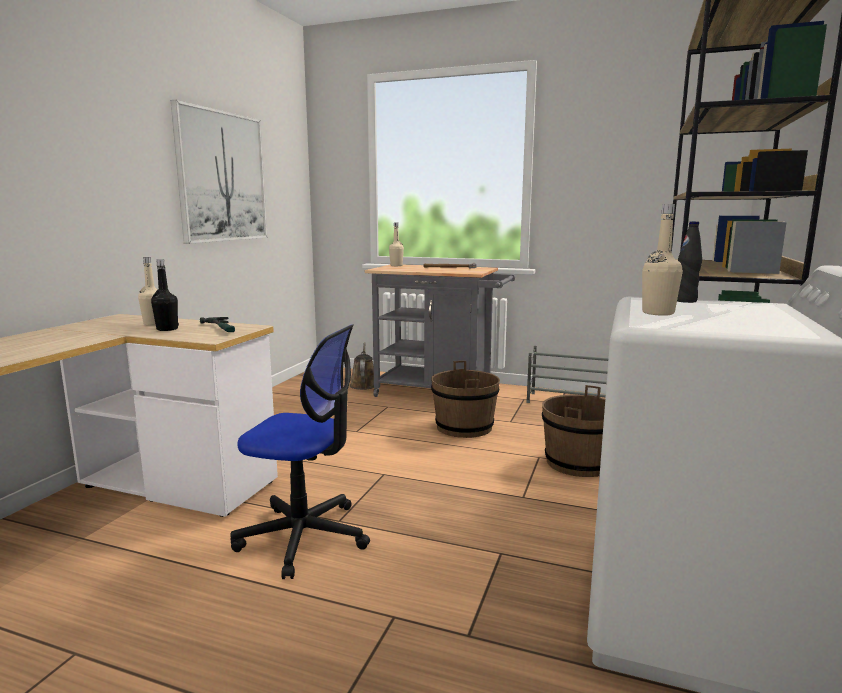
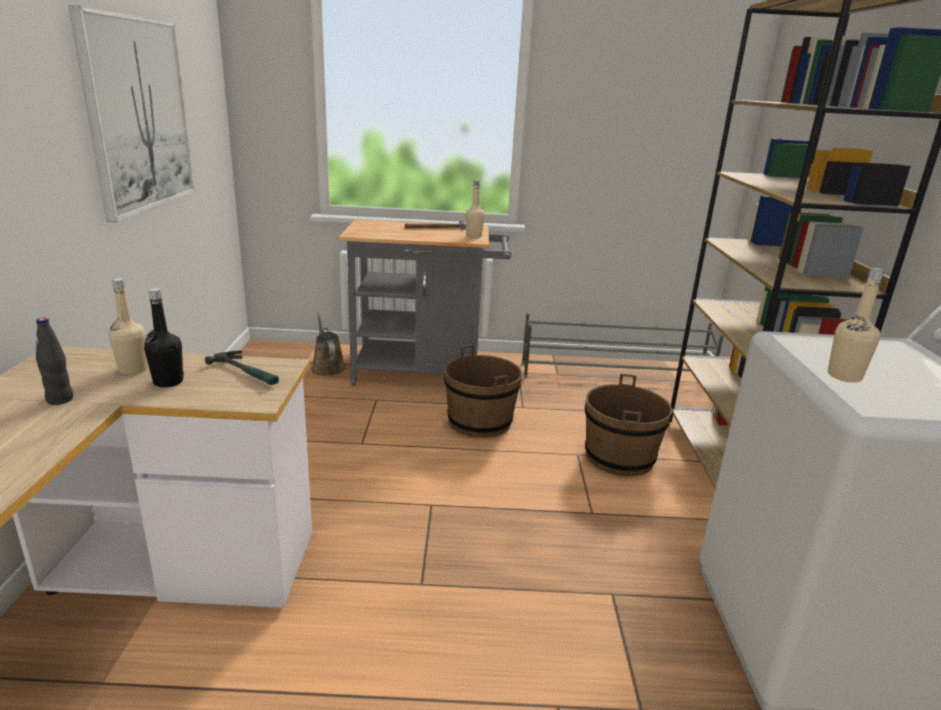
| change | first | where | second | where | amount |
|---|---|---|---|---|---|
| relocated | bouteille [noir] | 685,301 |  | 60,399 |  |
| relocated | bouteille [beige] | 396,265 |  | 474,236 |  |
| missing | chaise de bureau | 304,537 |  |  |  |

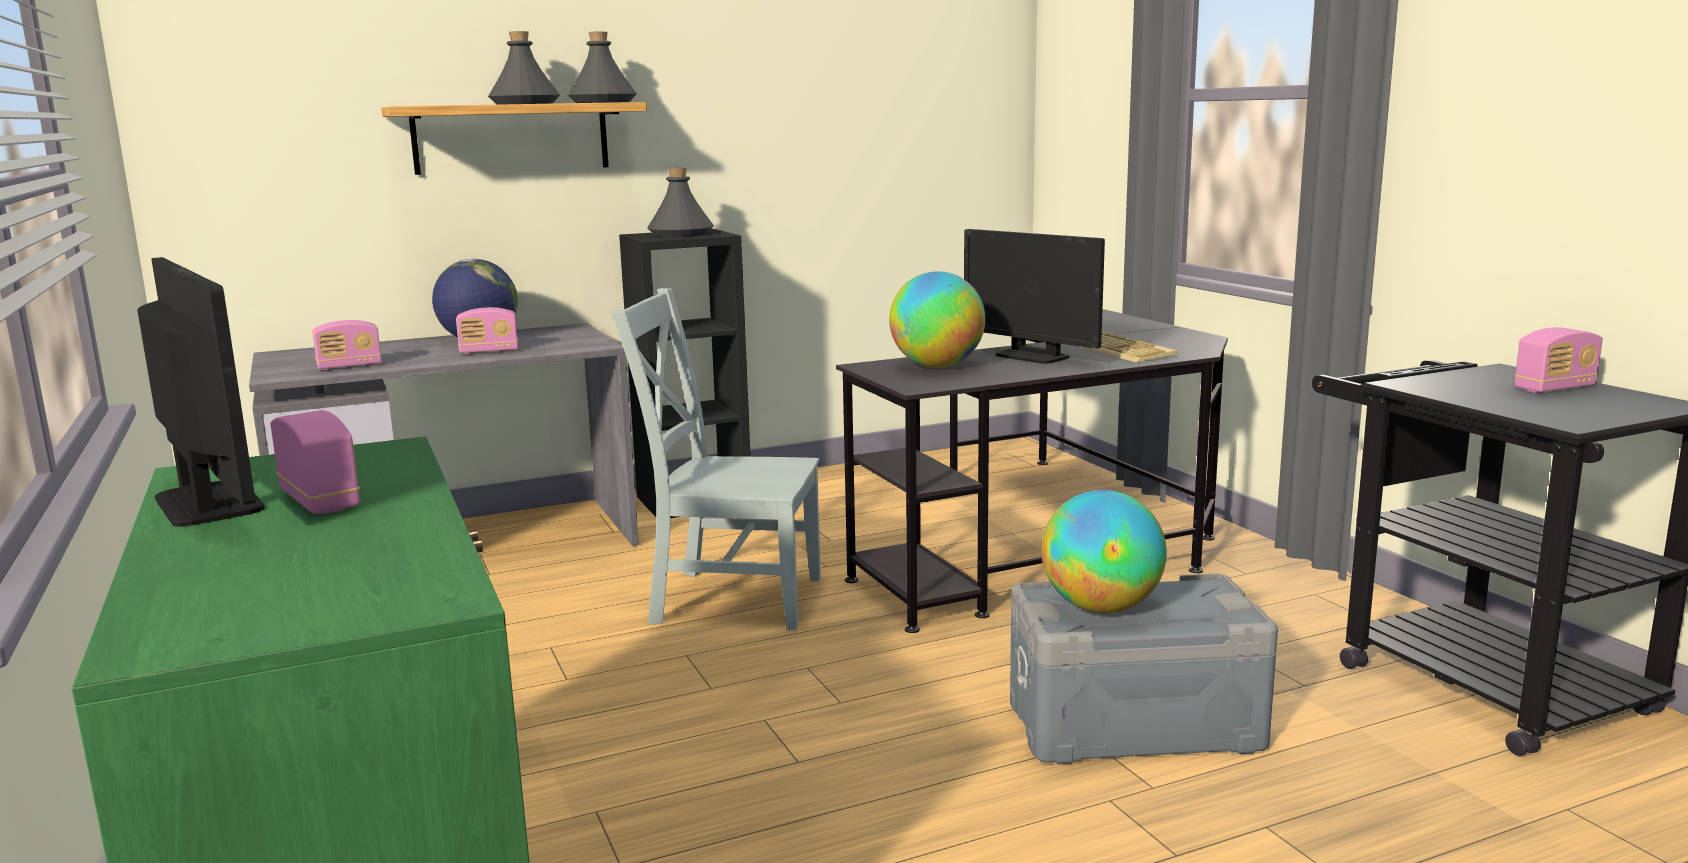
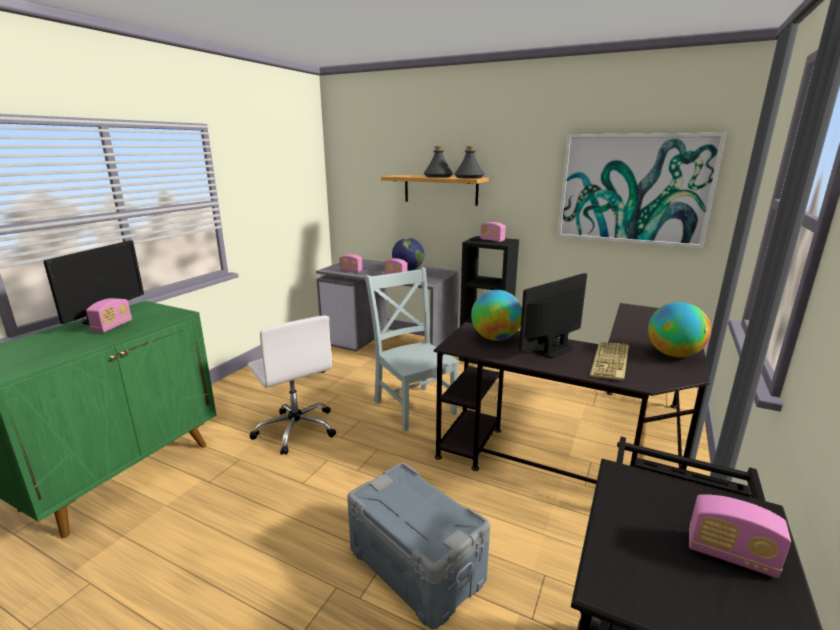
| change | first | where | second | where | amount |
|---|---|---|---|---|---|
| appeared |  |  | chaise de bureau [blanc] | 296,429 |  |
| exchanged | bouteille [gris] | 681,234 | radio | 492,240 |  |
| spun | écran d'ordinateur | 1032,356 |  | 552,349 | 45 degrees clockwise |
| appeared |  |  | tableau | 633,189 |  |
| relocated | globe | 1101,608 |  | 673,354 |  |

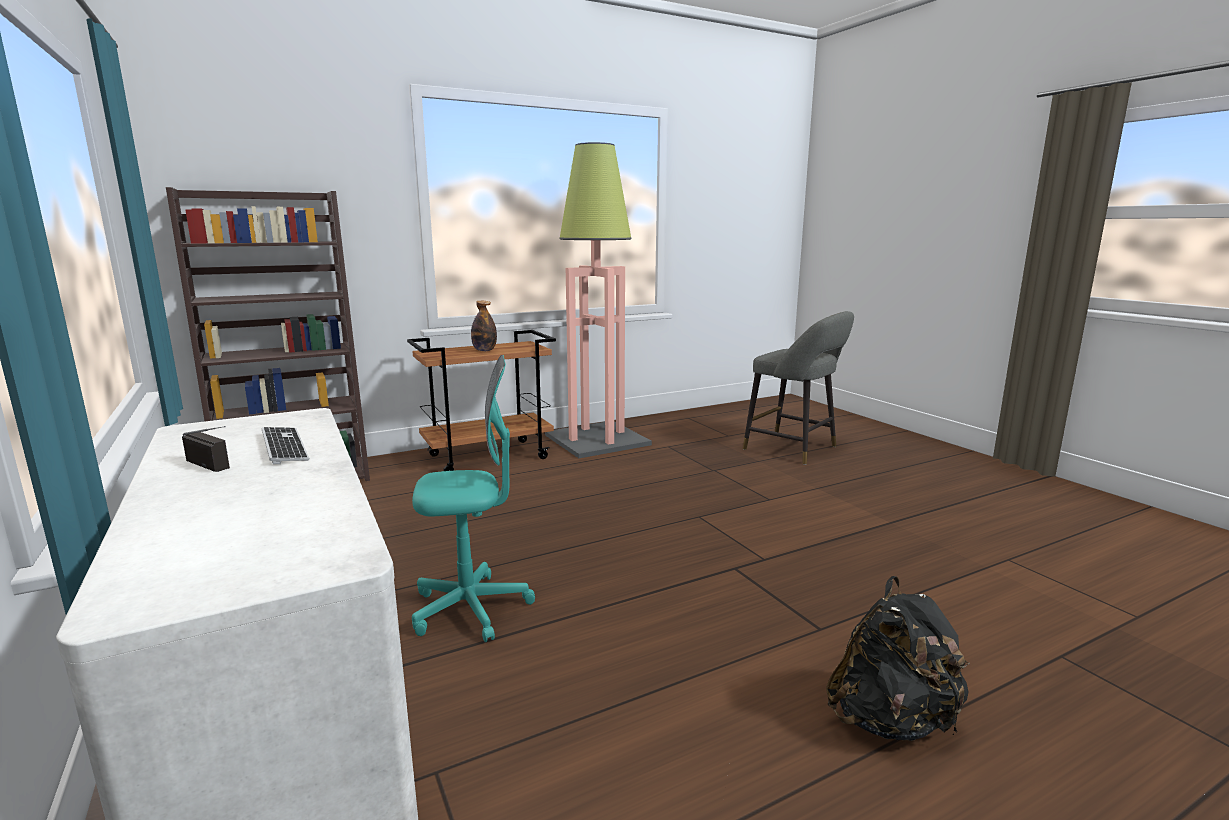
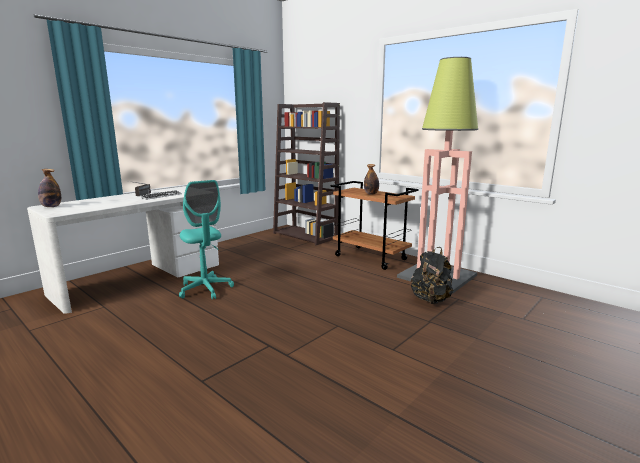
| change | first | where | second | where | amount |
|---|---|---|---|---|---|
| appeared |  |  | bouteille | 51,206 |  |
| relocated | sac à dos [noir] | 891,720 |  | 431,300 |  |
| missing | tabouret [gris] | 794,449 |  |  |  |

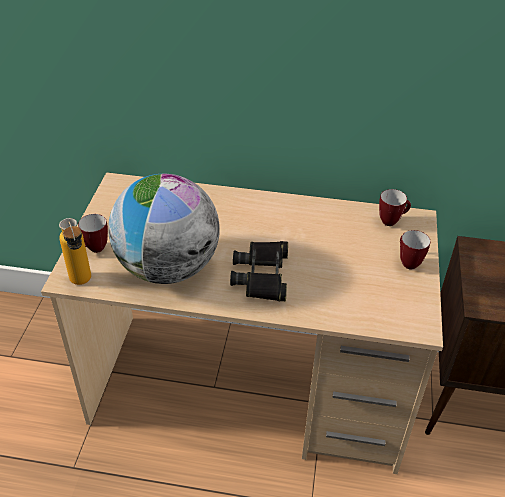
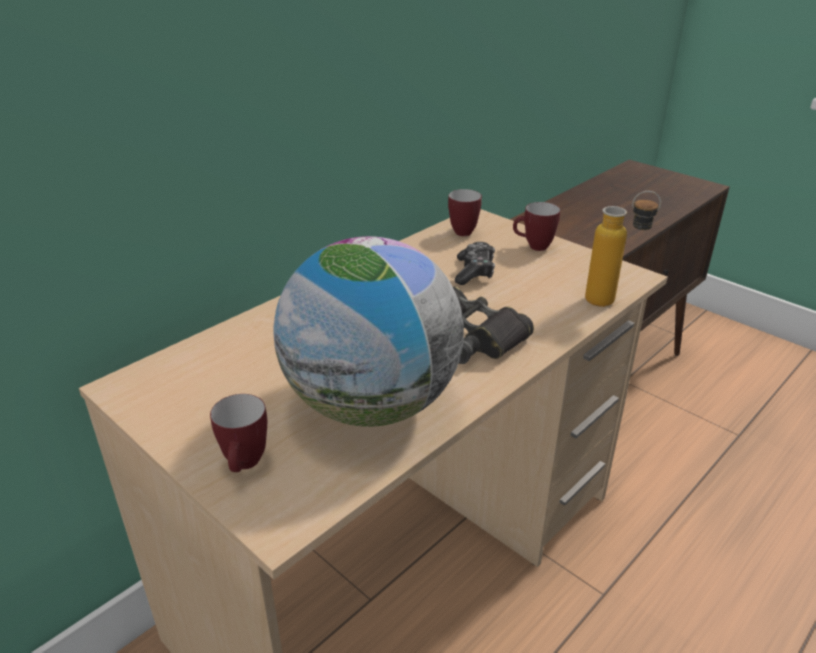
| change | first | where | second | where | amount |
|---|---|---|---|---|---|
| appeared |  |  | manette | 474,272 |  |
| relocated | bouteille | 82,284 |  | 612,301 |  |

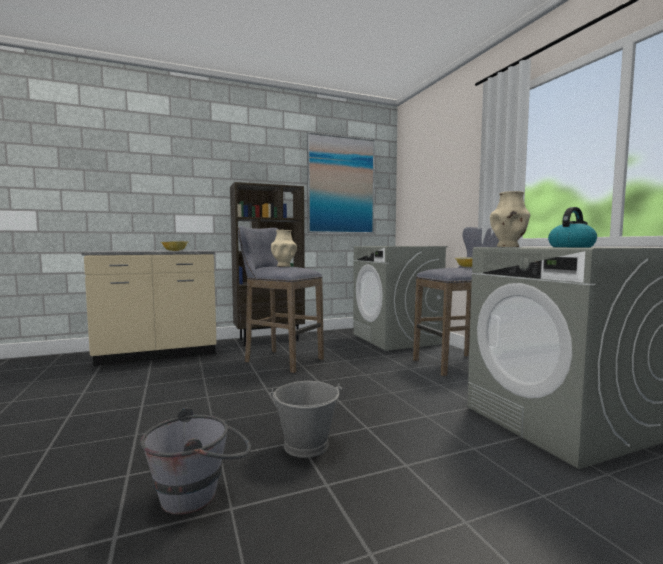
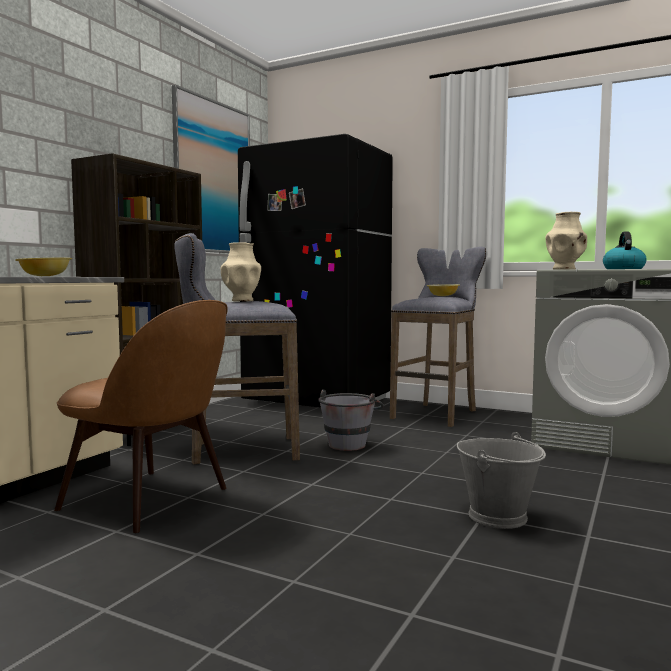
| change | first | where | second | where | amount |
|---|---|---|---|---|---|
| appeared |  |  | chaise [marron] | 150,500 |  |
| exchanged | lave-linge [gris] | 396,339 | réfrigérateur [noir] | 317,401 |  |
| relocated | seau [gris] | 201,492 |  | 349,443 |  |

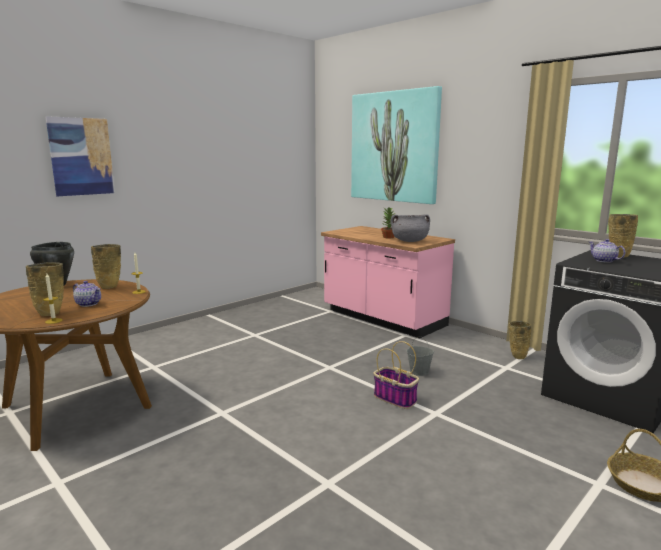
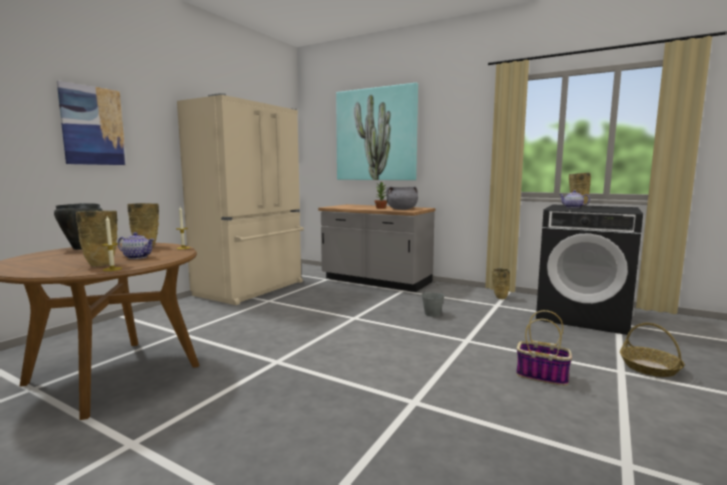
| change | first | where | second | where | amount |
|---|---|---|---|---|---|
| appeared |  |  | réfrigérateur [beige] | 252,289 |  |
| colour | comptoir de cuisine [rose] | 383,318 | comptoir de cuisine [gris] | 376,281 |  |
| relocated | panier | 396,399 |  | 542,376 |  |

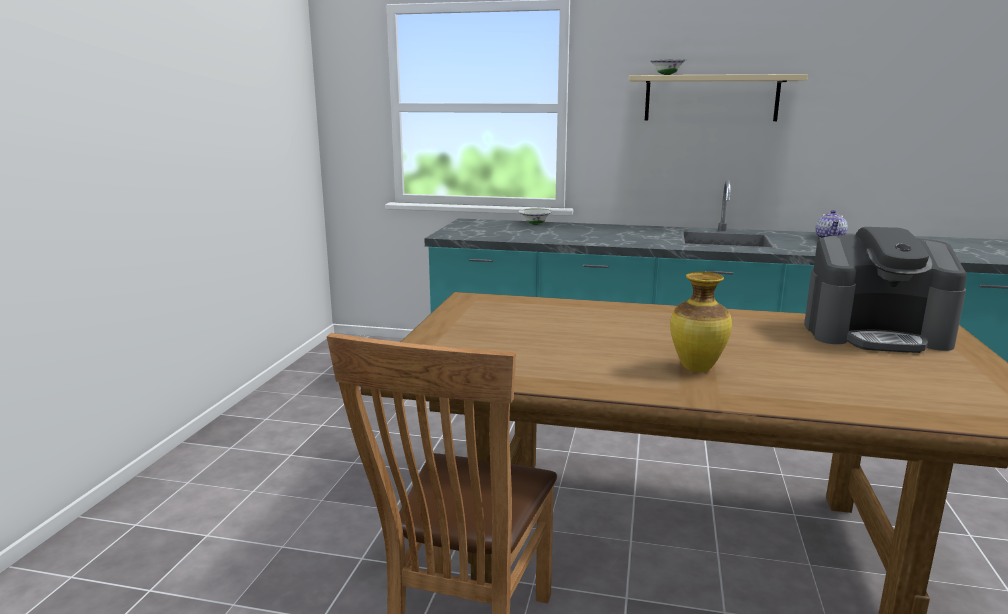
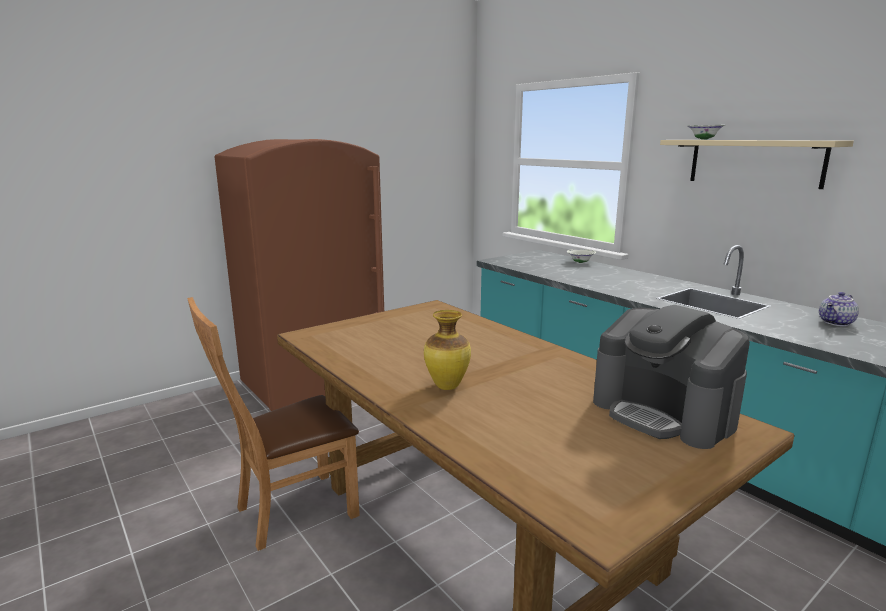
| change | first | where | second | where | amount |
|---|---|---|---|---|---|
| appeared |  |  | réfrigérateur [marron] | 315,382 |  |

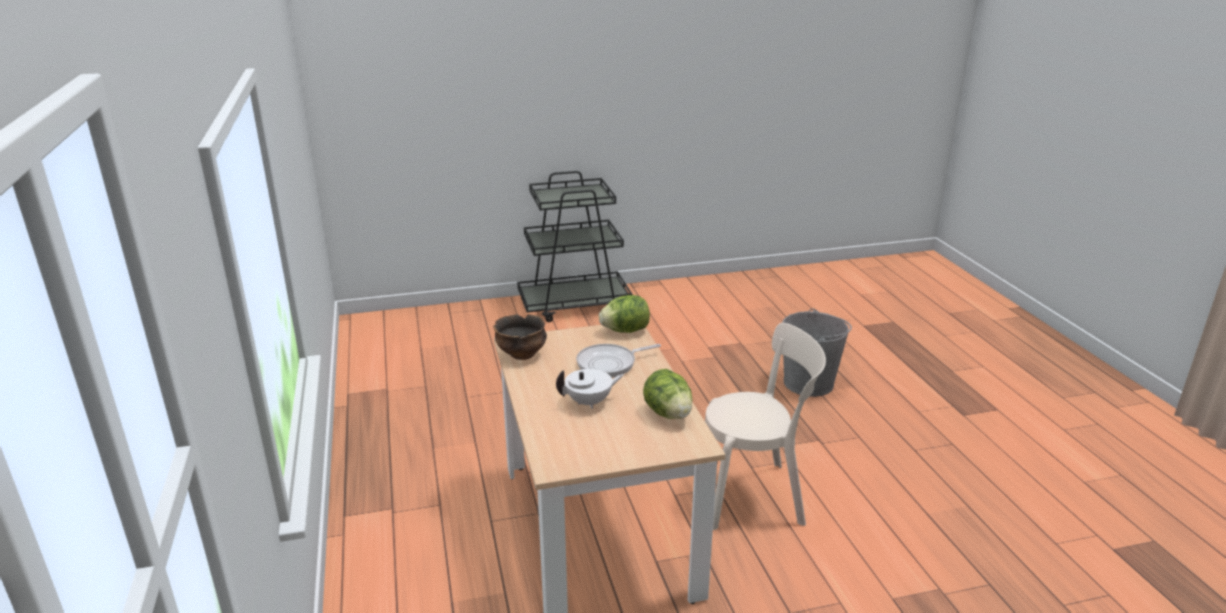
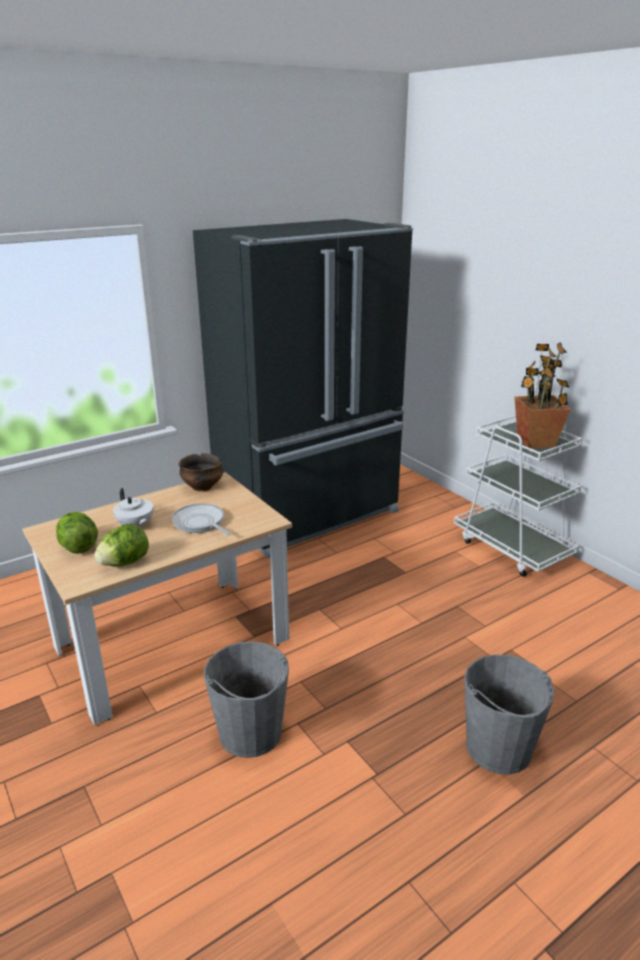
| change | first | where | second | where | amount |
|---|---|---|---|---|---|
| relocated | laitue | 625,331 |  | 78,547 |  |
| appeared |  |  | réfrigérateur [noir] | 310,514 |  |
| exchanged | chaise [beige] | 754,495 | seau [gris] | 250,733 |  |
| colour | chariot [noir] | 574,305 | chariot [blanc] | 512,548 |  |
| appeared |  |  | plante en pot | 535,442 |  |

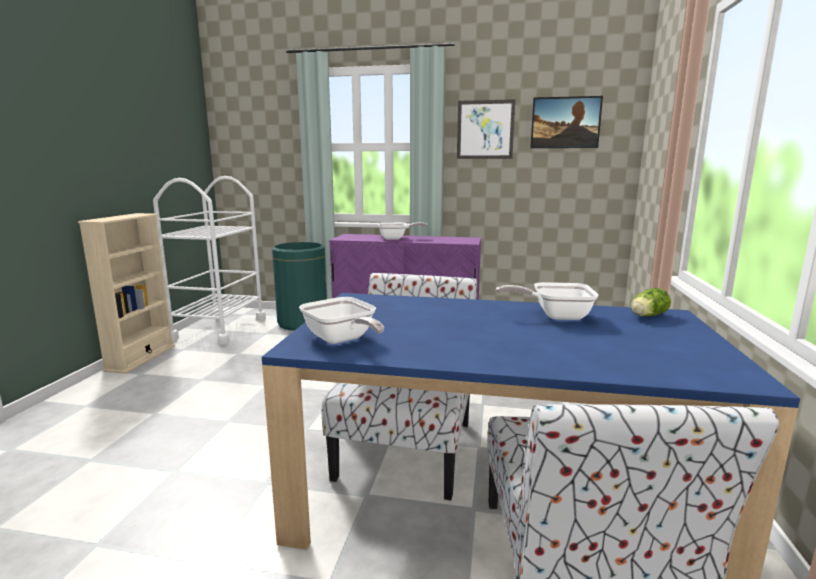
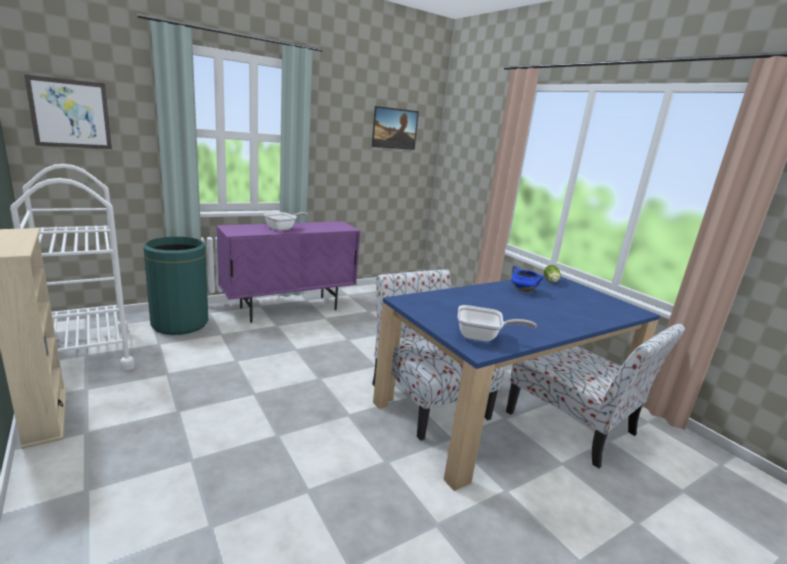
| change | first | where | second | where | amount |
|---|---|---|---|---|---|
| relocated | tableau | 485,129 |  | 70,114 |  |
| exchanged | poêle | 554,315 | marmite [bleu] | 522,290 |  |

